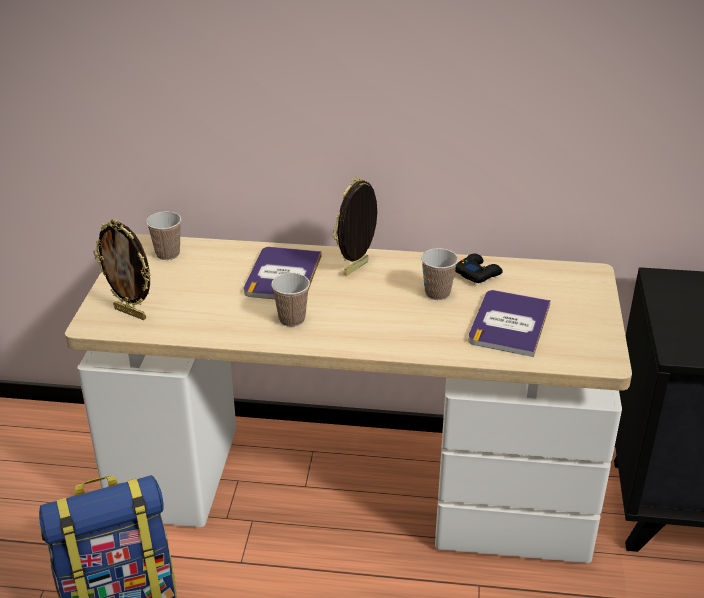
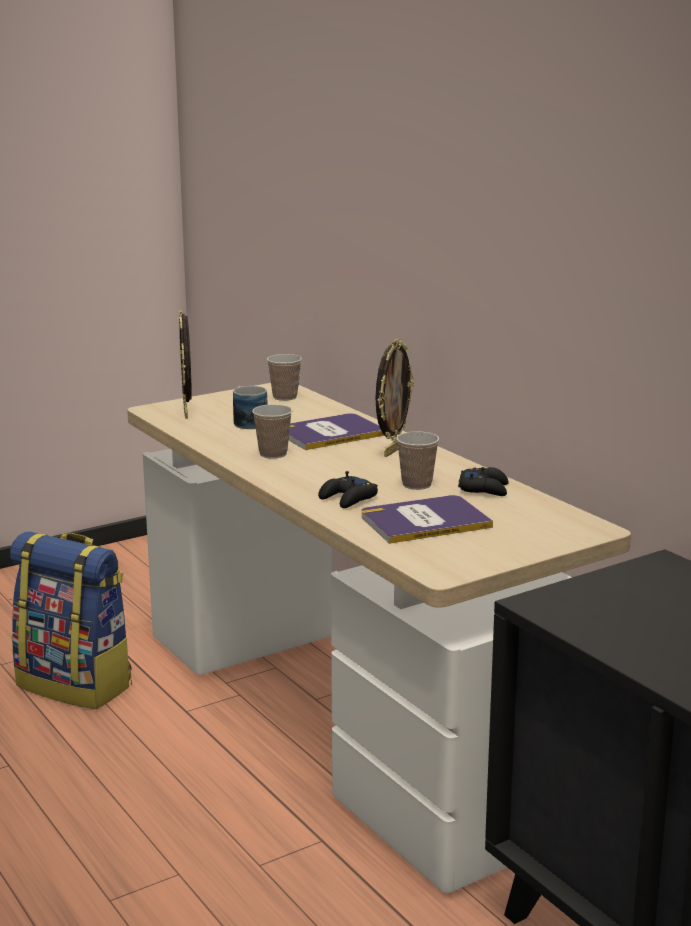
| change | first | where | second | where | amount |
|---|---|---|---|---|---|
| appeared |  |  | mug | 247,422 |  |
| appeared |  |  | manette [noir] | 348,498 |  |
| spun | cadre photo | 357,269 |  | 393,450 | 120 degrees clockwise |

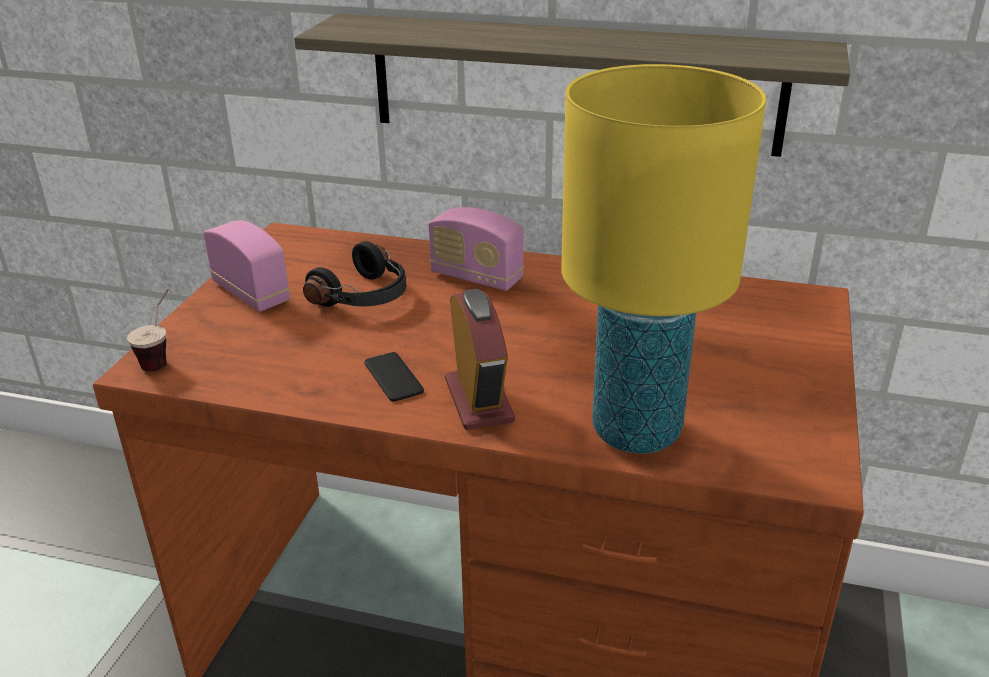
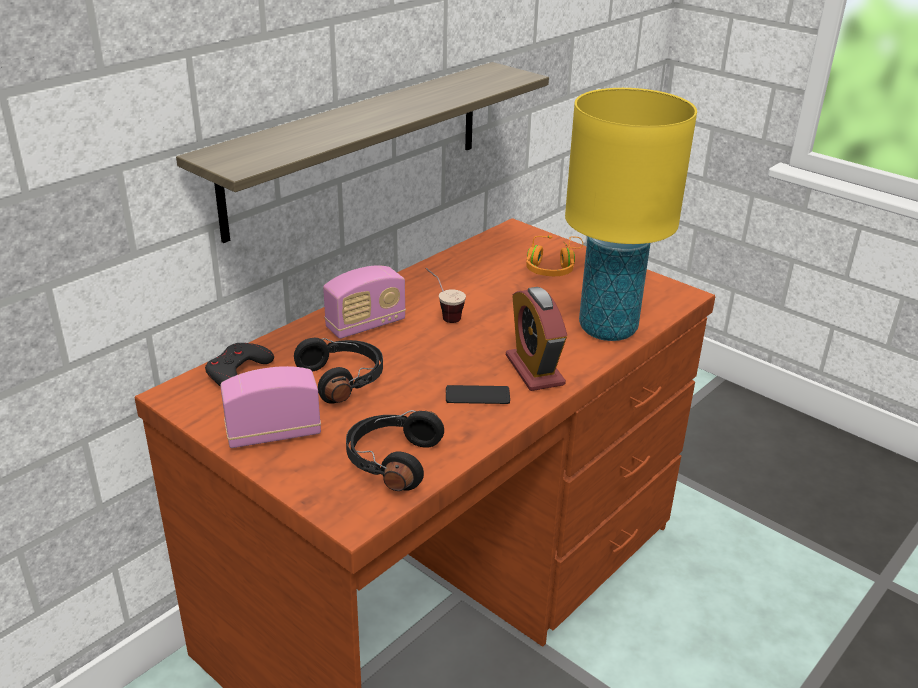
| change | first | where | second | where | amount |
|---|---|---|---|---|---|
| appeared |  |  | manette [noir] | 237,372 |  |
| appeared |  |  | casque audio [noir] | 391,460 |  |
| relocated | tasse | 162,357 |  | 443,315 |  |
| spun | réveil | 479,400 |  | 534,370 | 120 degrees counterclockwise |
| appeared |  |  | casque audio [orange] | 553,267 |  |

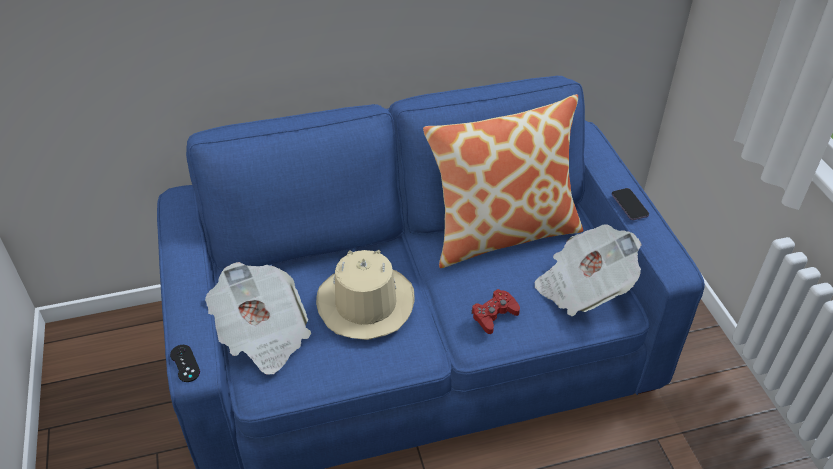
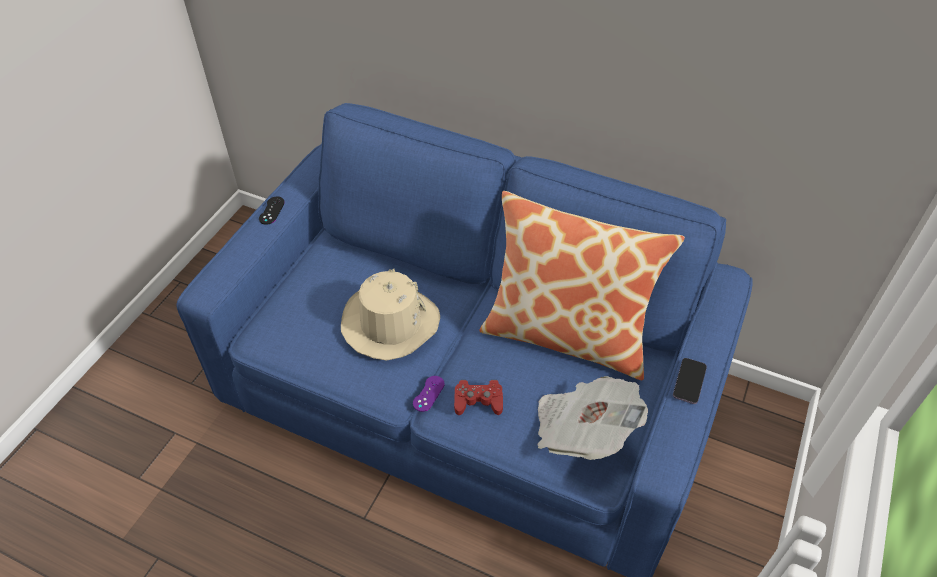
| change | first | where | second | where | amount |
|---|---|---|---|---|---|
| relocated | manette [noir] | 185,363 |  | 271,210 |  |
| appeared |  |  | manette [violet] | 428,393 |  |
| missing | journal | 262,334 |  |  |  |

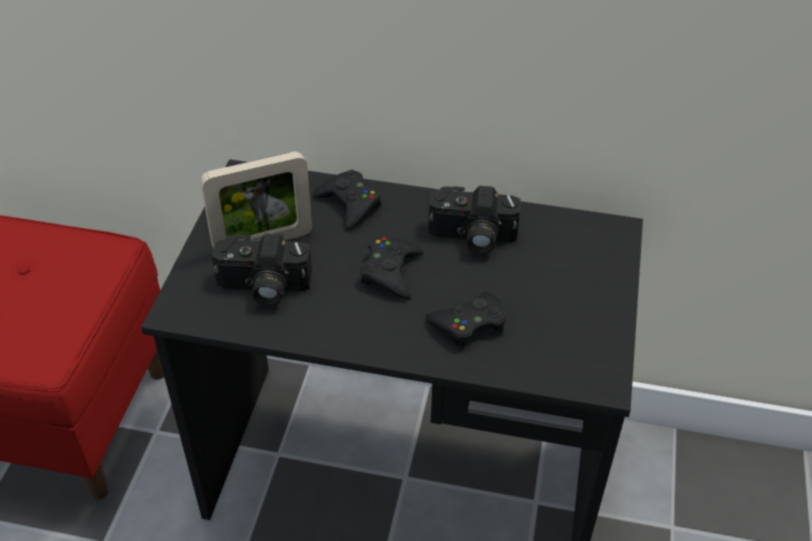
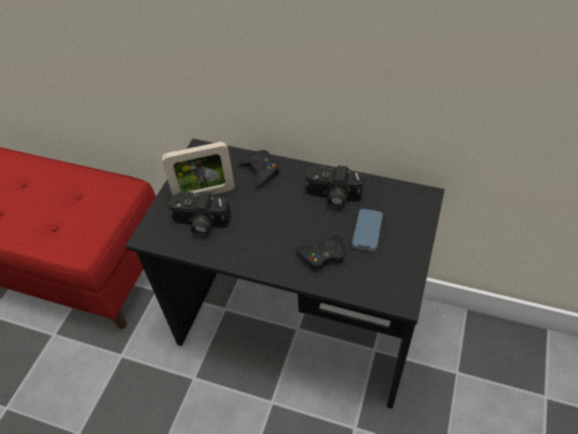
| change | first | where | second | where | amount |
|---|---|---|---|---|---|
| appeared |  |  | téléphone | 367,231 |  |
| missing | manette [noir] | 390,272 |  |  |  |

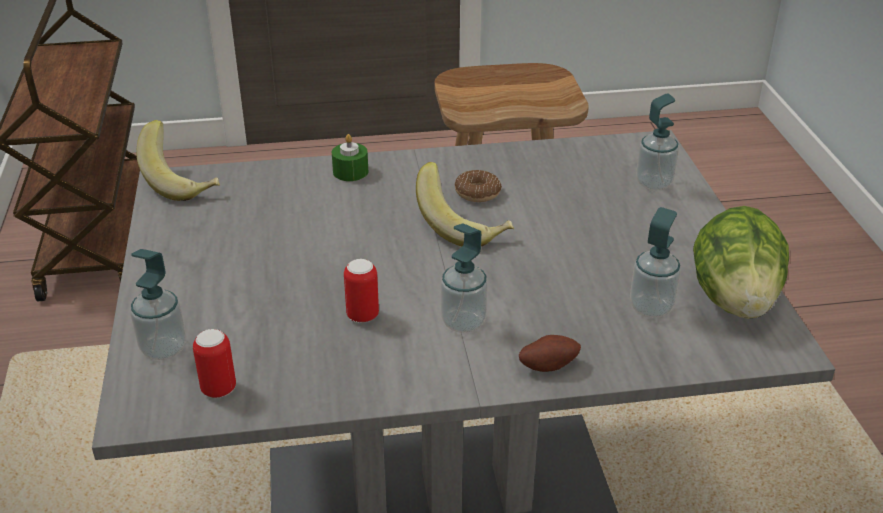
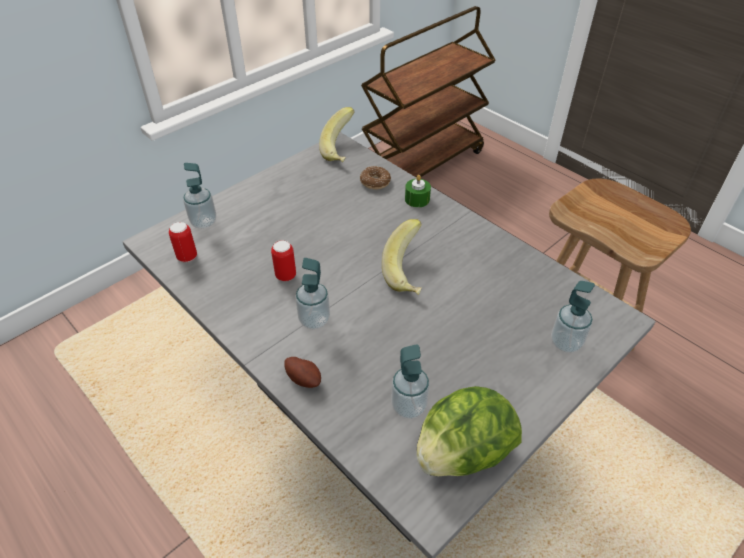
| change | first | where | second | where | amount |
|---|---|---|---|---|---|
| relocated | beignet | 477,193 |  | 375,182 |  |

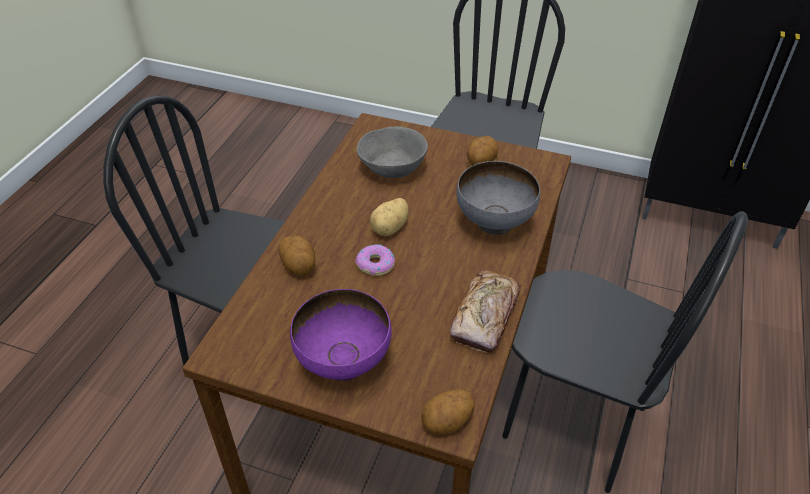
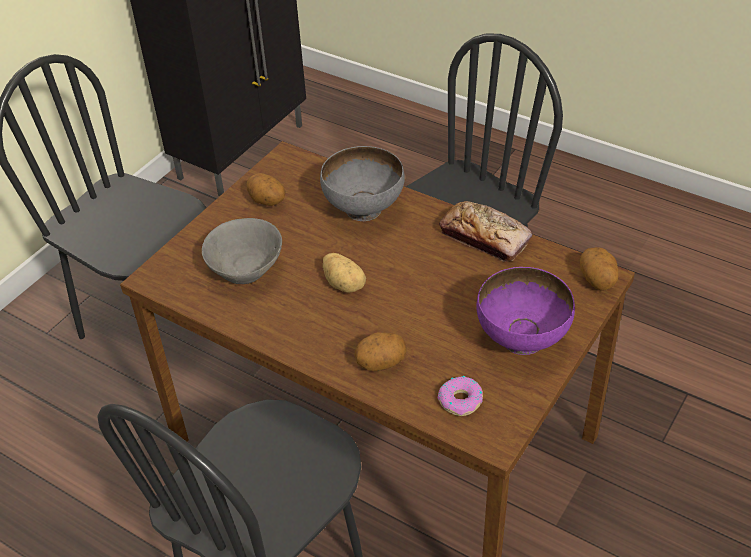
| change | first | where | second | where | amount |
|---|---|---|---|---|---|
| relocated | beignet | 375,264 |  | 461,401 |  |

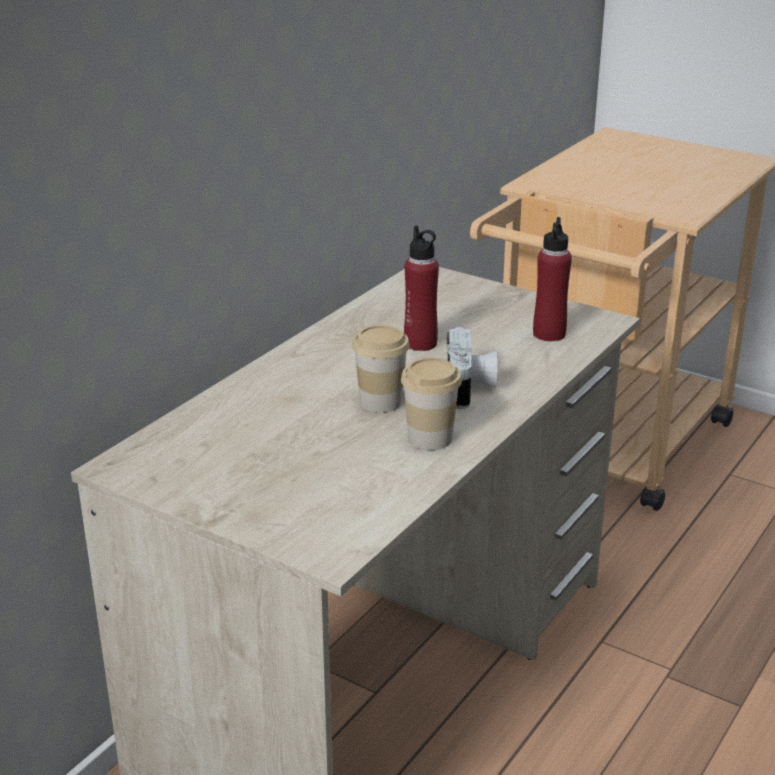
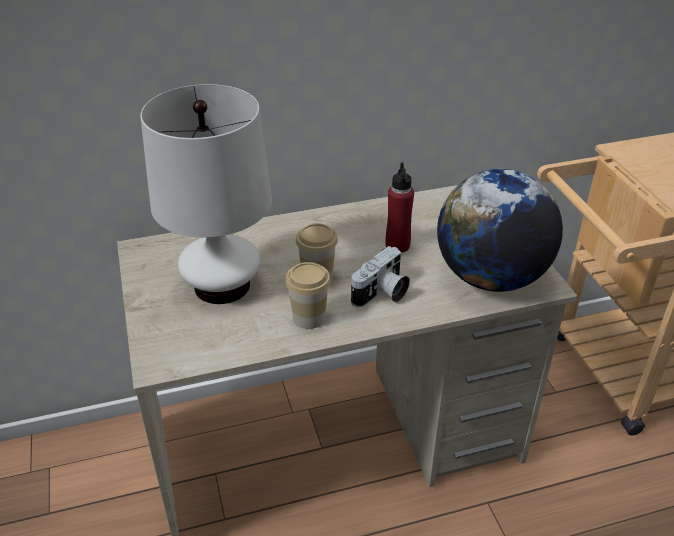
| change | first | where | second | where | amount |
|---|---|---|---|---|---|
| appeared |  |  | lampe de table [blanc] | 222,285 |  |
| exchanged | bouteille [rouge] | 549,334 | globe | 490,277 |  |

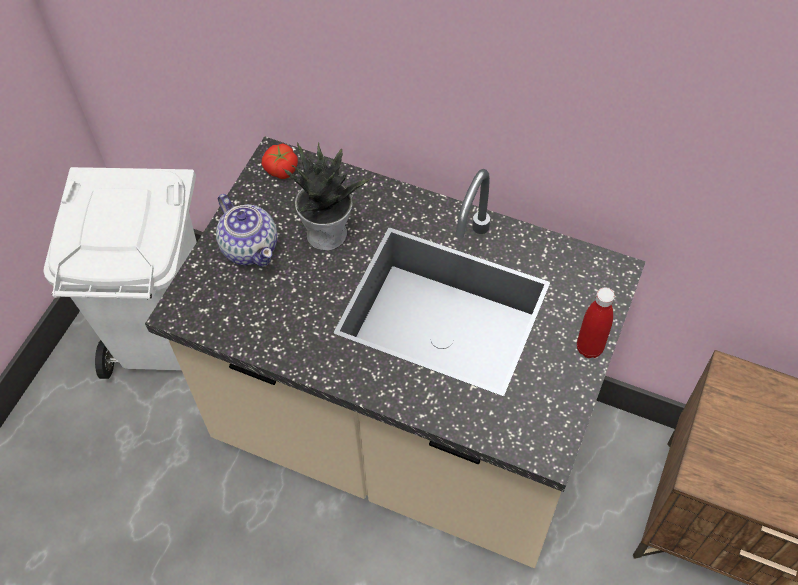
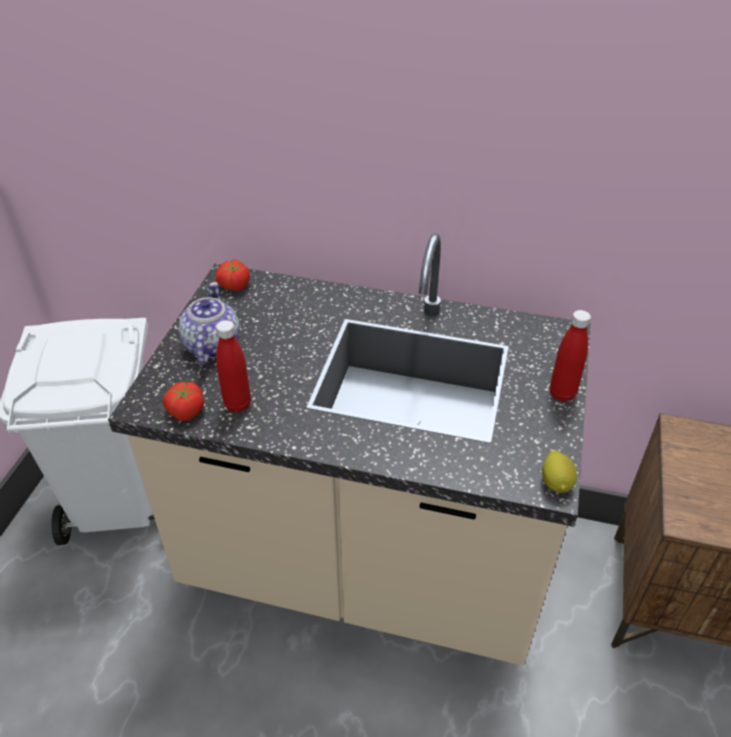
| change | first | where | second | where | amount |
|---|---|---|---|---|---|
| appeared |  |  | tomate | 185,410 |  |
| spun | théière | 250,247 |  | 211,346 | 135 degrees counterclockwise |
| appeared |  |  | bouteille [rouge] | 237,404 |  |
| appeared |  |  | citron | 556,482 |  |
| missing | plante en pot | 328,232 |  |  |  |

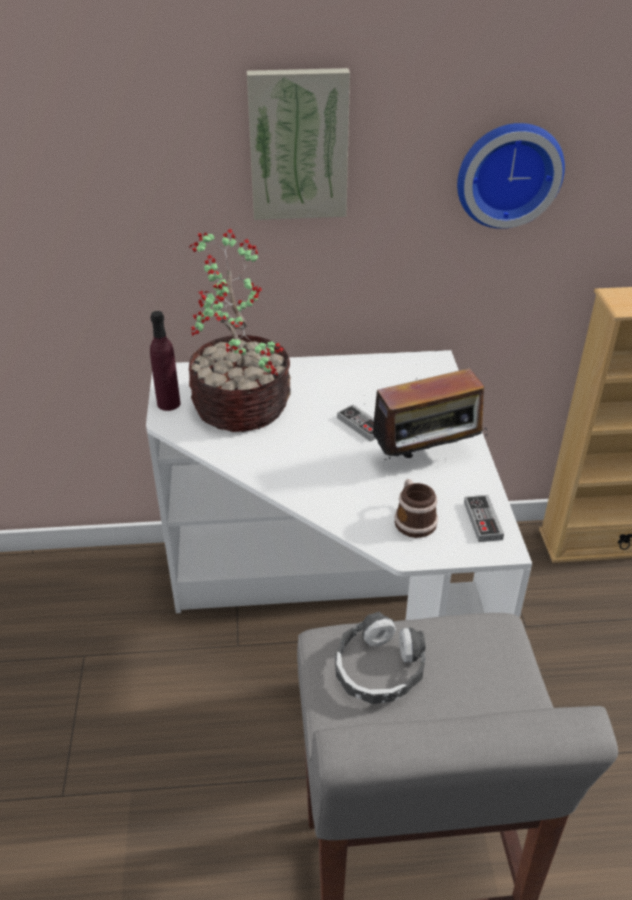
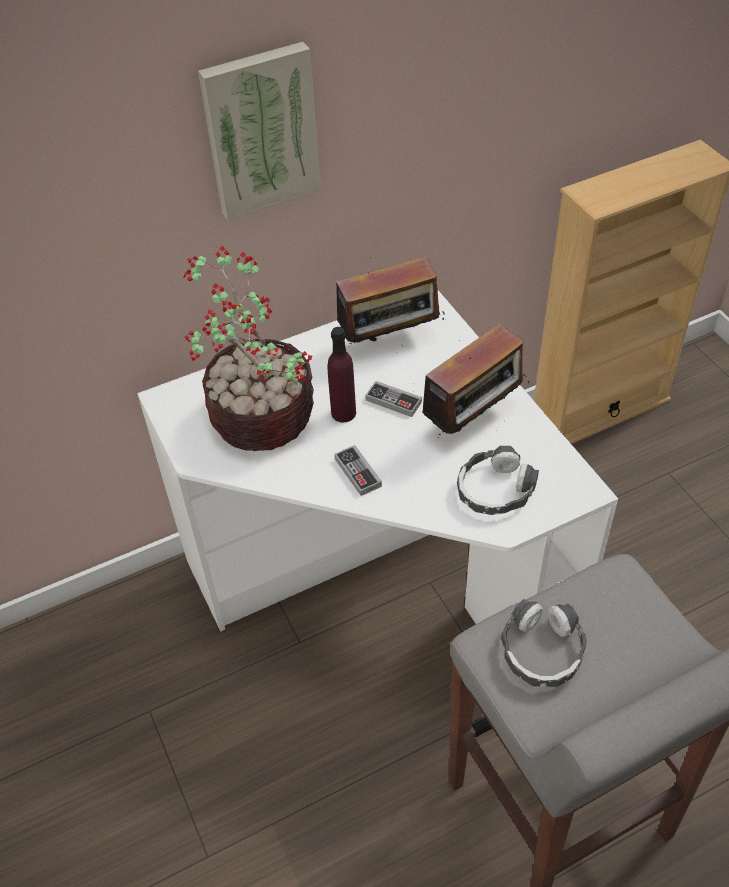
| change | first | where | second | where | amount |
|---|---|---|---|---|---|
| relocated | bouteille [violet] | 168,403 |  | 343,413 |  |
| relocated | manette | 482,521 |  | 358,472 |  |
| appeared |  |  | radio | 390,341 |  |
| exchanged | mug | 413,519 | casque audio | 495,490 |  |
| missing | horloge murale | 508,173 |  |  |  |

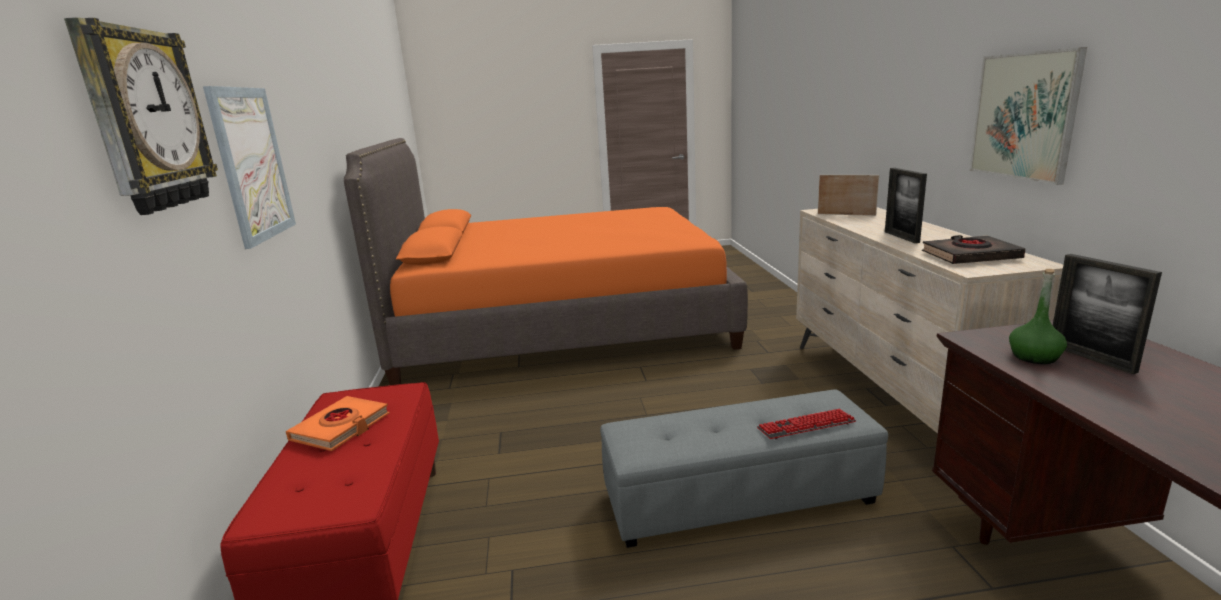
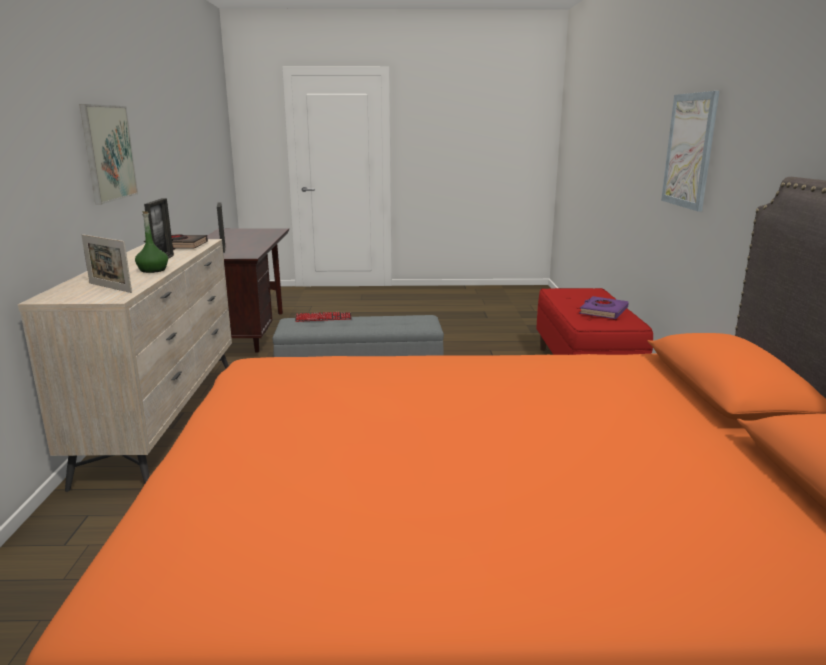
| change | first | where | second | where | amount |
|---|---|---|---|---|---|
| relocated | bouteille [vert] | 1034,357 |  | 153,270 |  |
| colour | livre [orange] | 341,428 | livre [violet] | 603,311 |  |
| missing | horloge murale | 145,120 |  |  |  |

